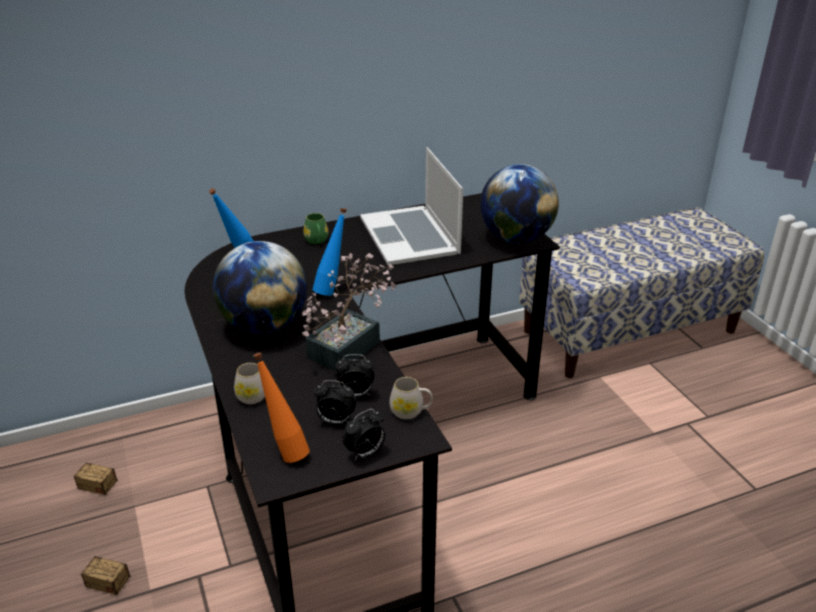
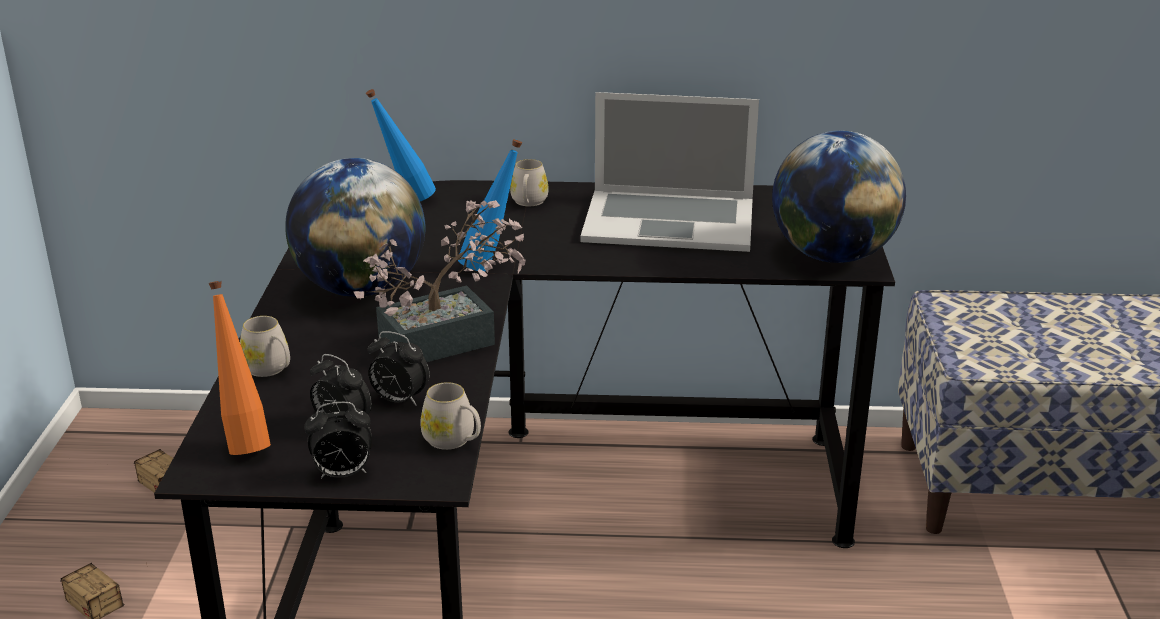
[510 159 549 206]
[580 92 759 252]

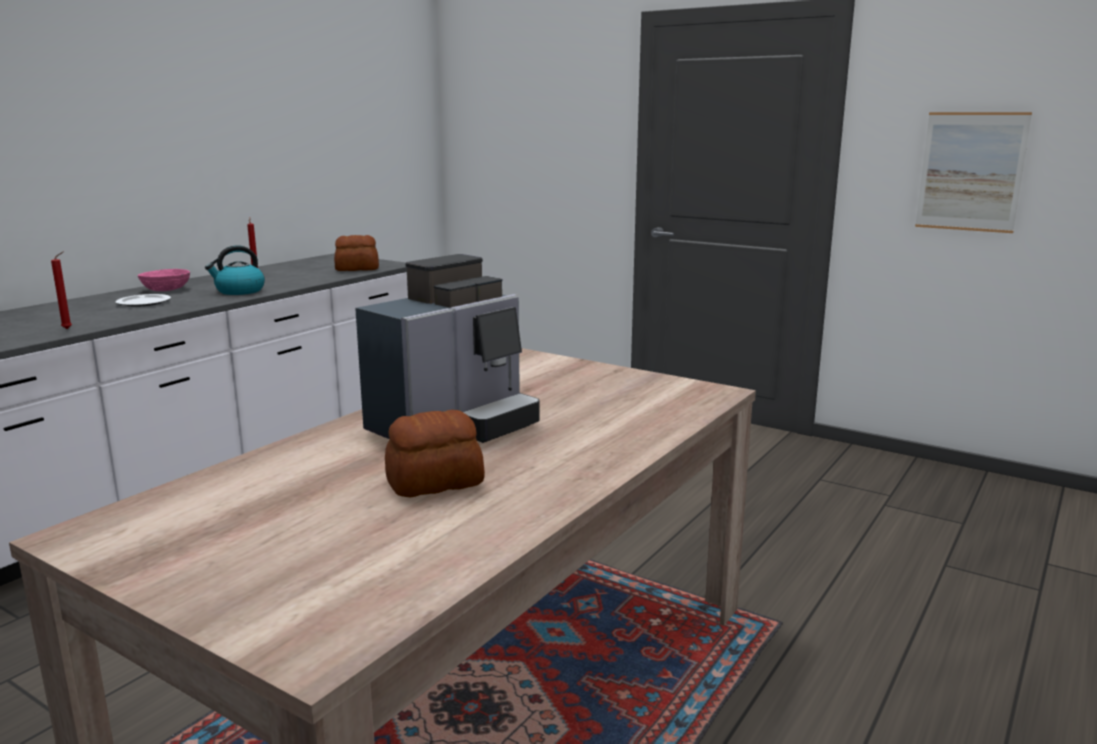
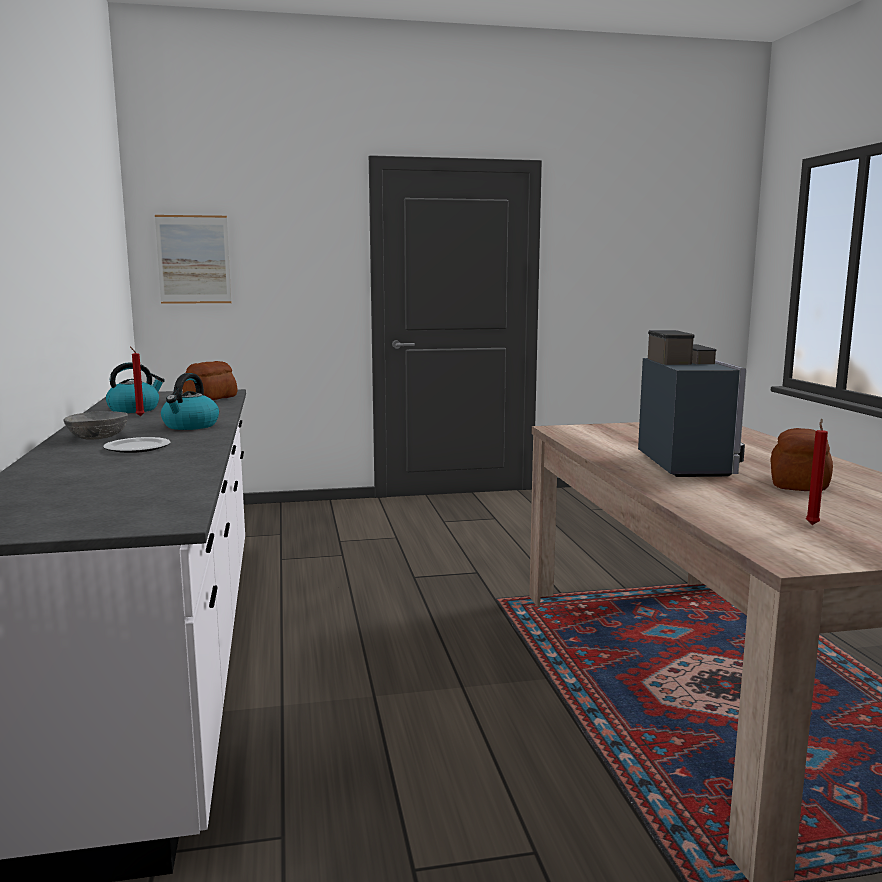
[806 419 828 525]
[64 411 128 440]
[155 215 231 304]
[106 362 165 413]

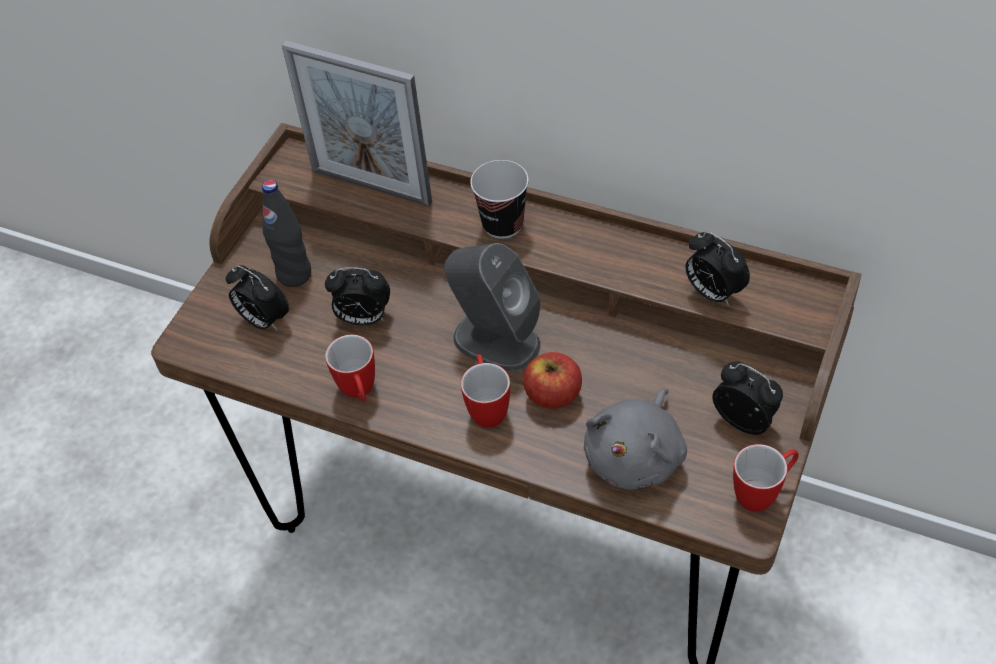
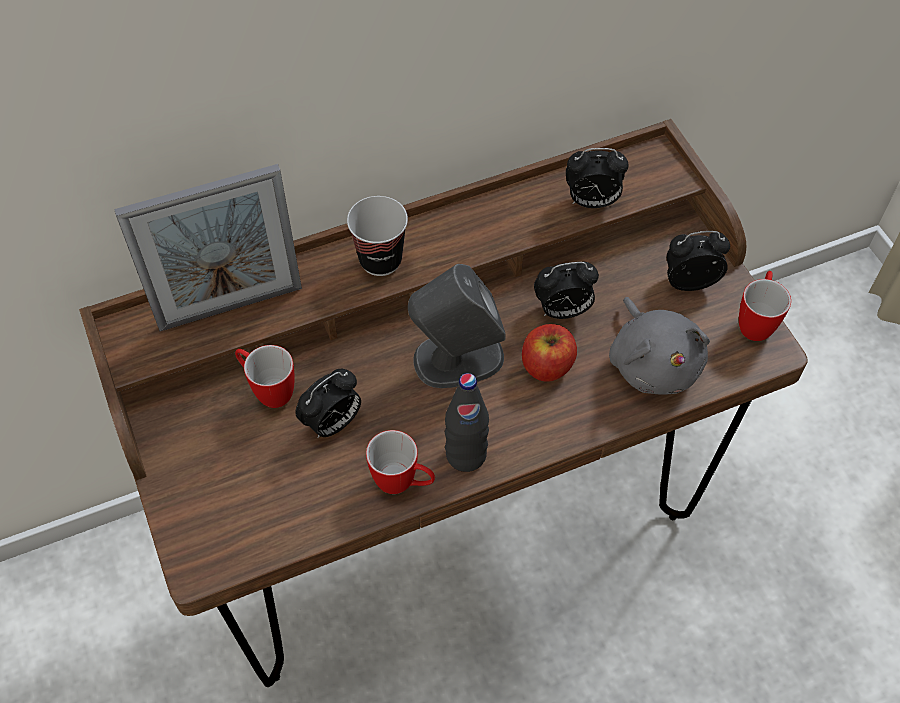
[534 262 599 319]
[445 373 489 472]
[235 345 295 408]

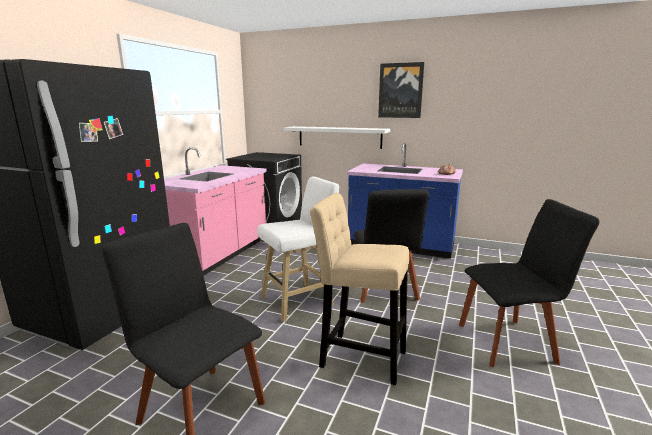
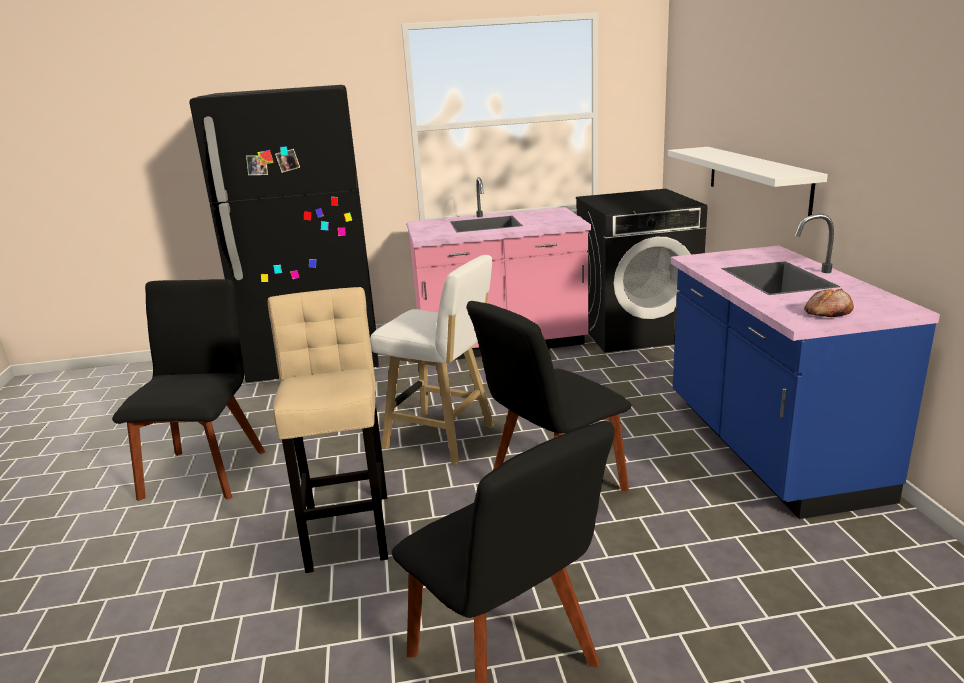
[378 62 424 118] (first image)

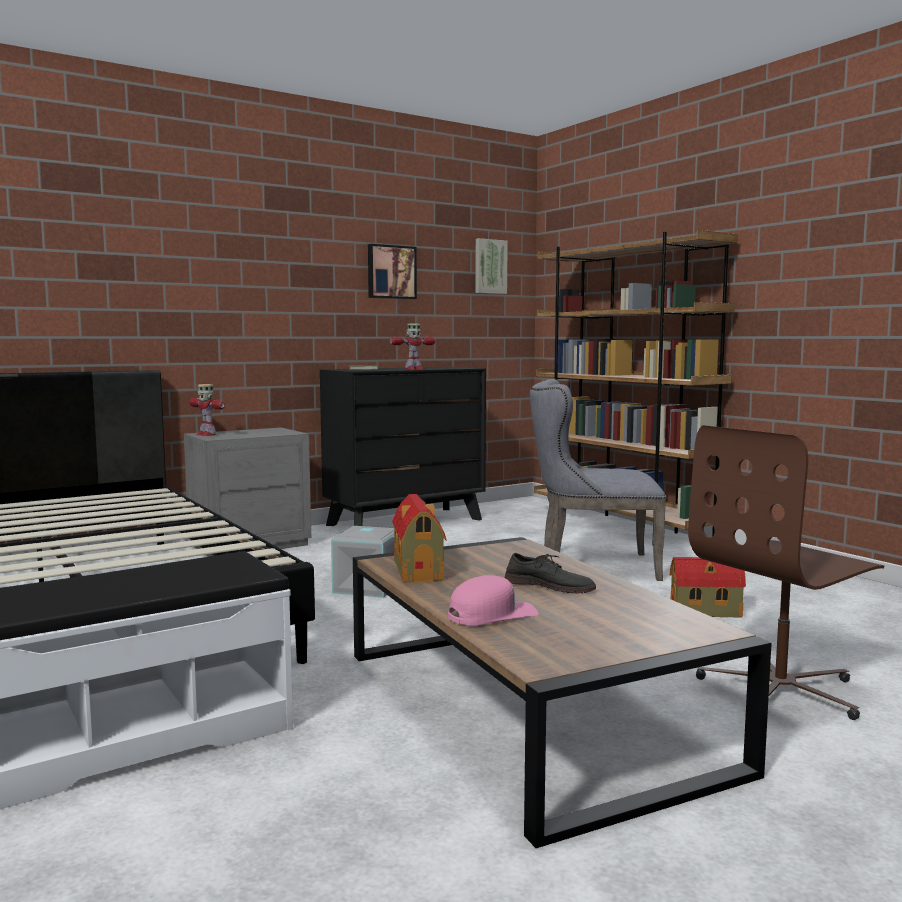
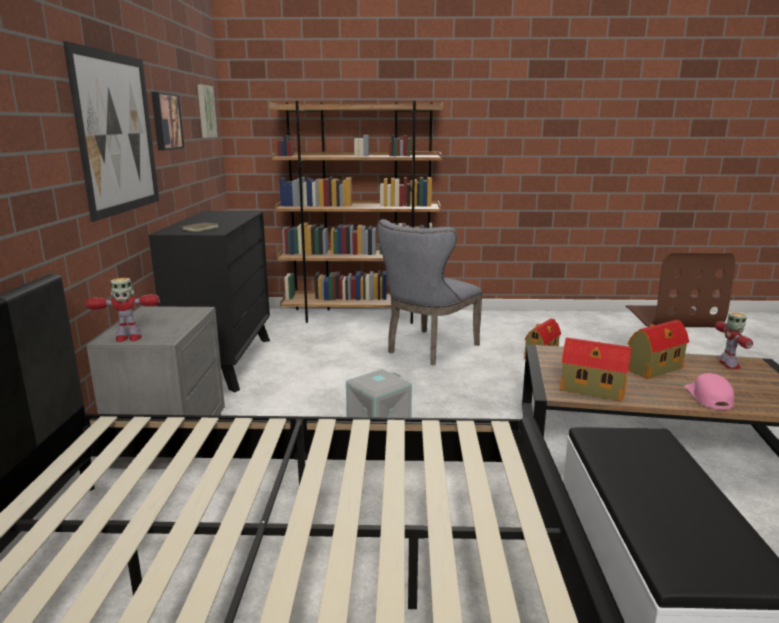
[715 312 753 369]
[627 320 689 379]
[63 41 159 222]

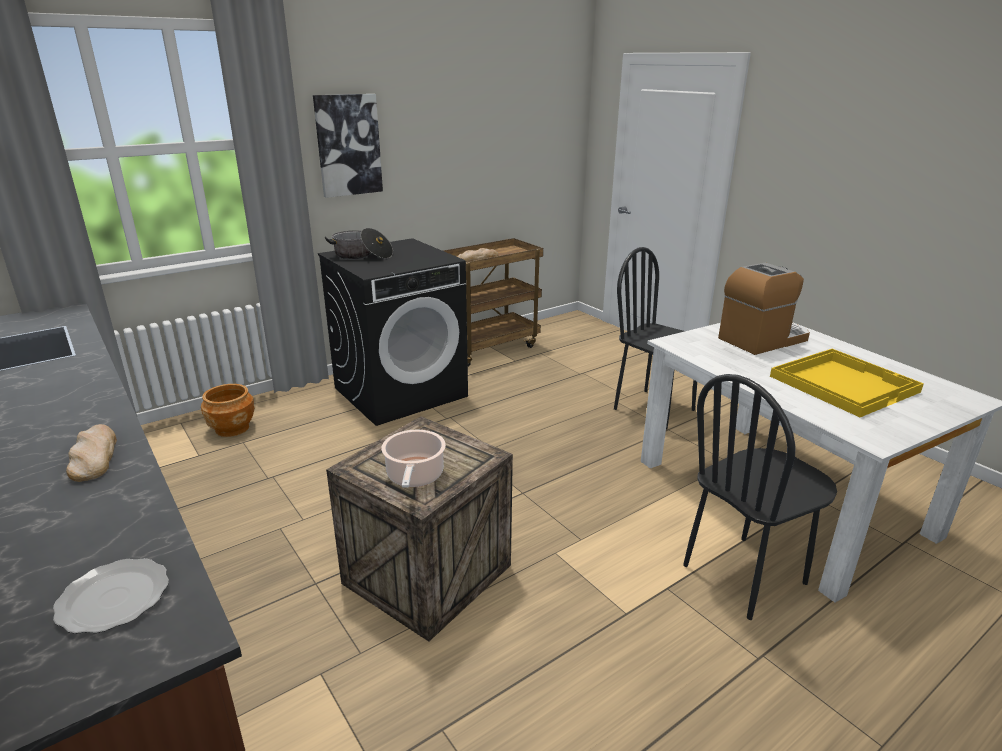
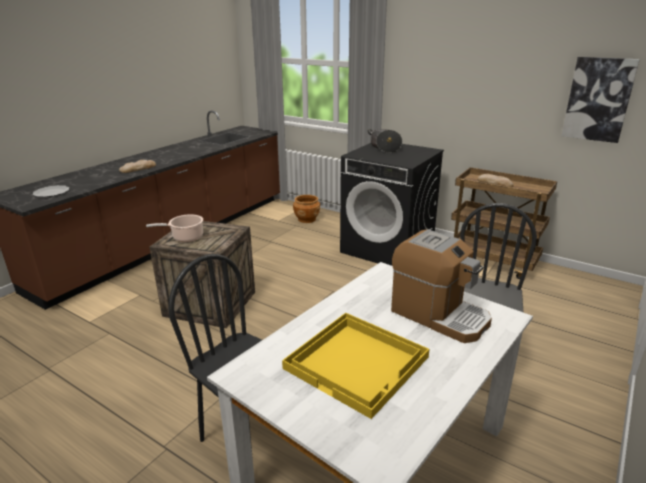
[561 57 640 143]

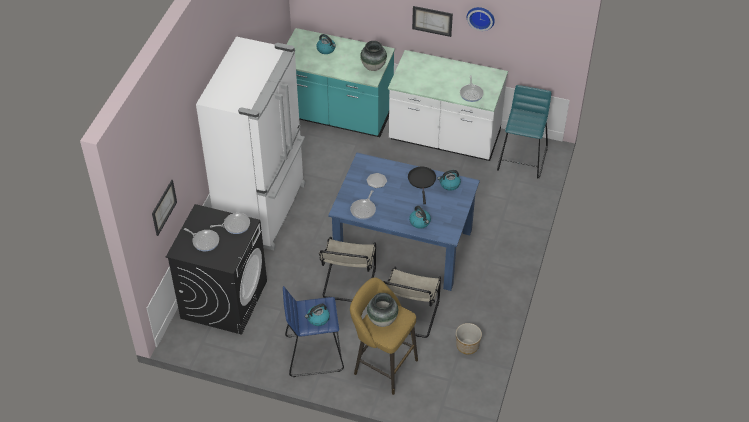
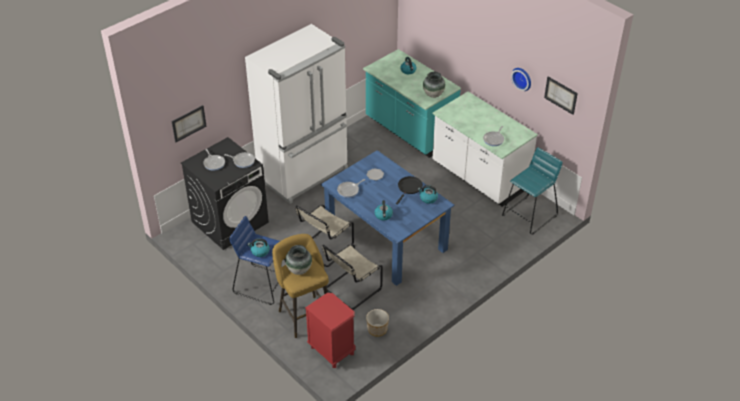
[544 77 578 115]
[305 293 356 368]

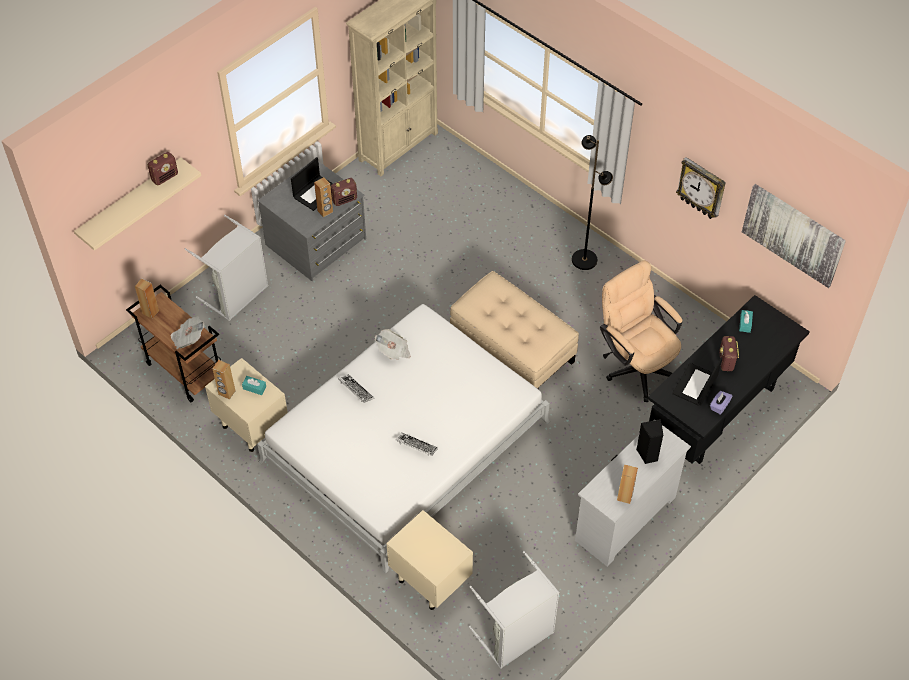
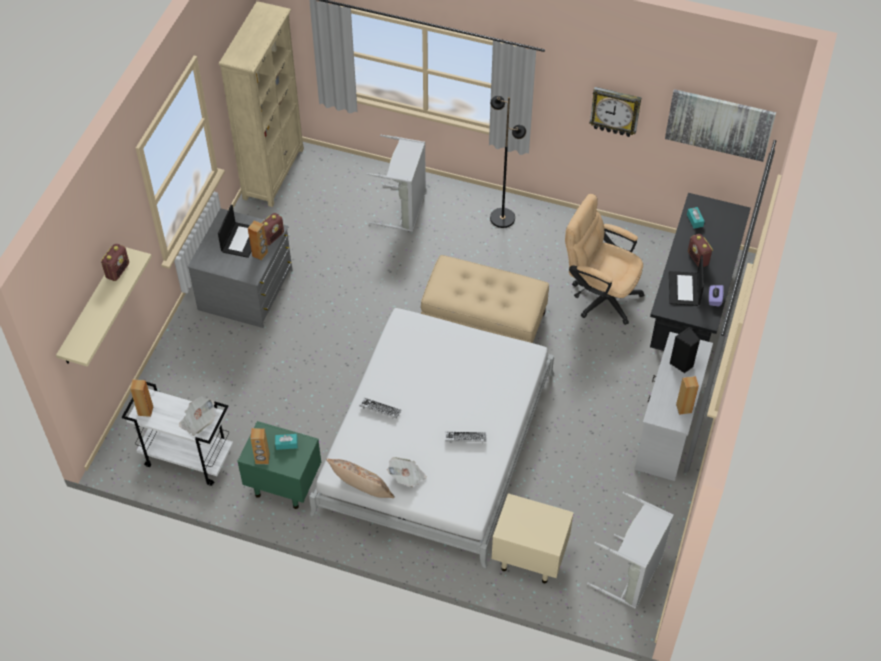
[122 382 233 486]
[366 135 426 232]
[237 421 321 509]
[387 457 427 487]
[326 459 395 498]

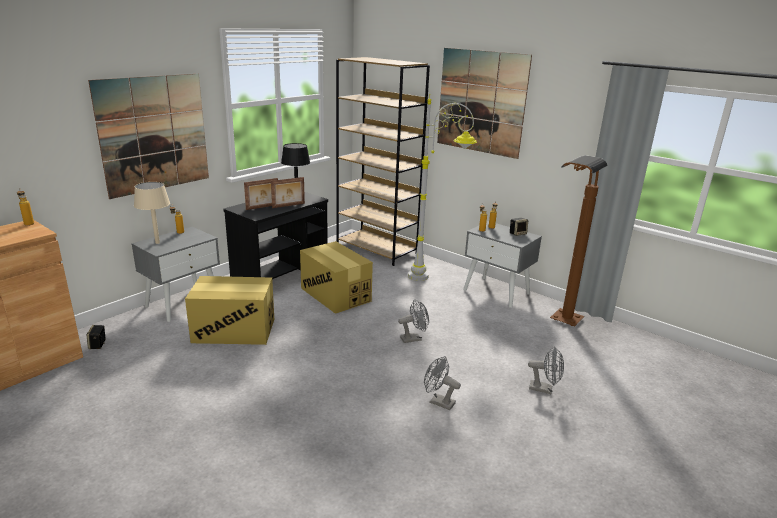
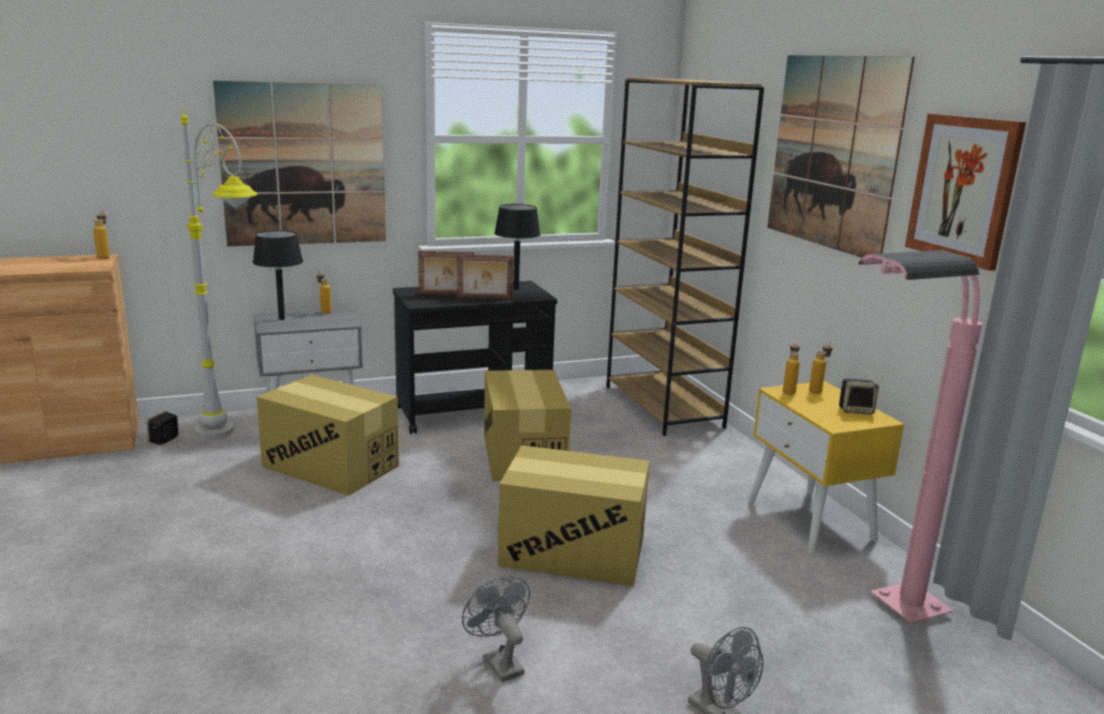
[253 230 303 320]
[498 445 650 586]
[181 107 257 440]
[748 381 905 554]
[858 250 982 623]
[905 114 1026 271]

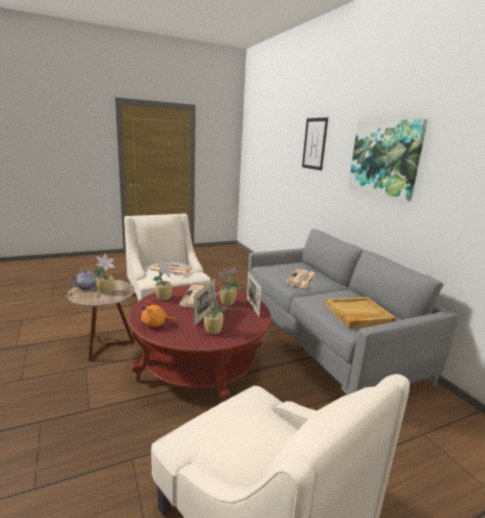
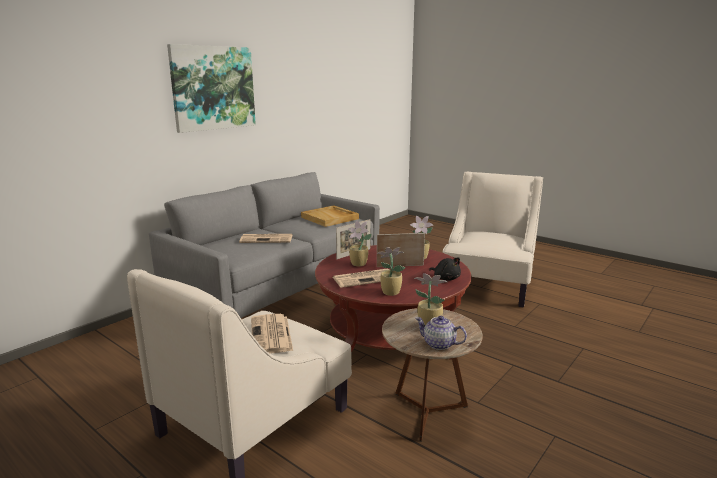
[429 257 461 281]
[302 117 328 171] (first image)

